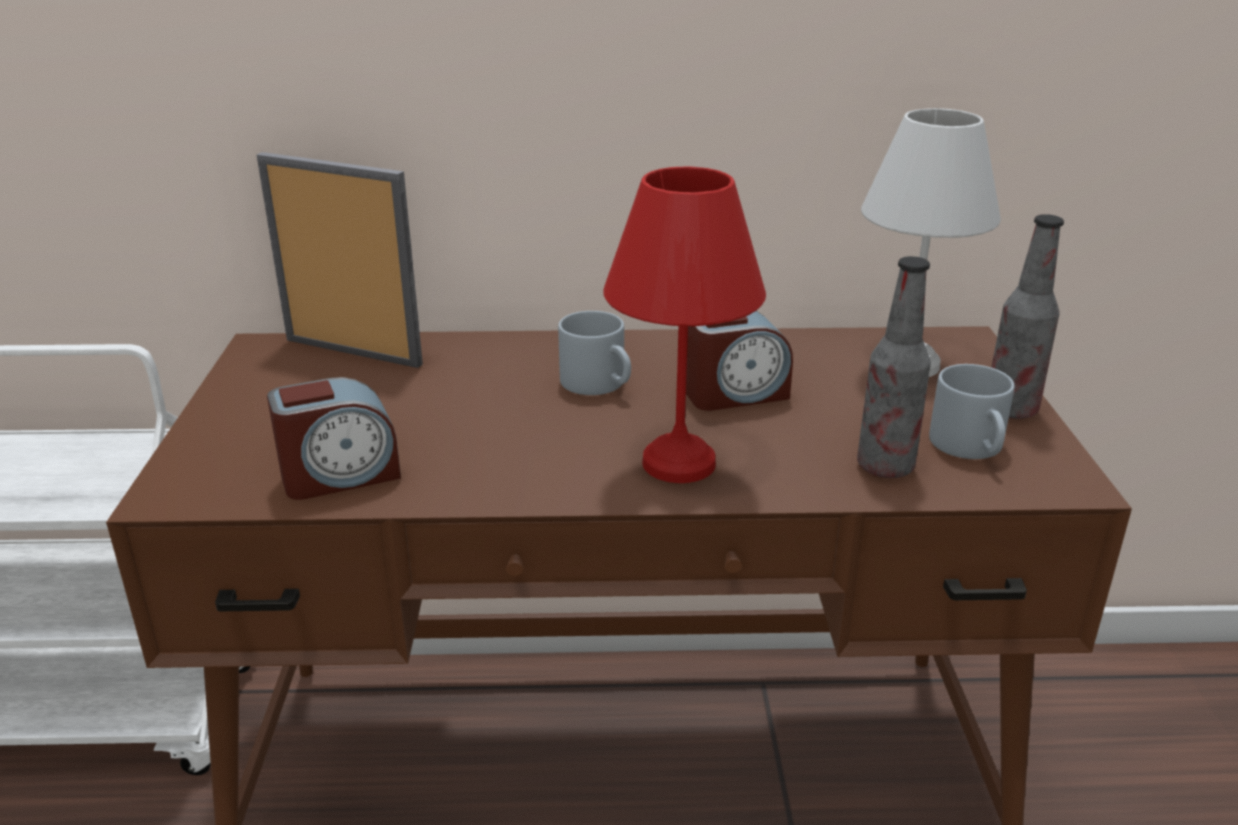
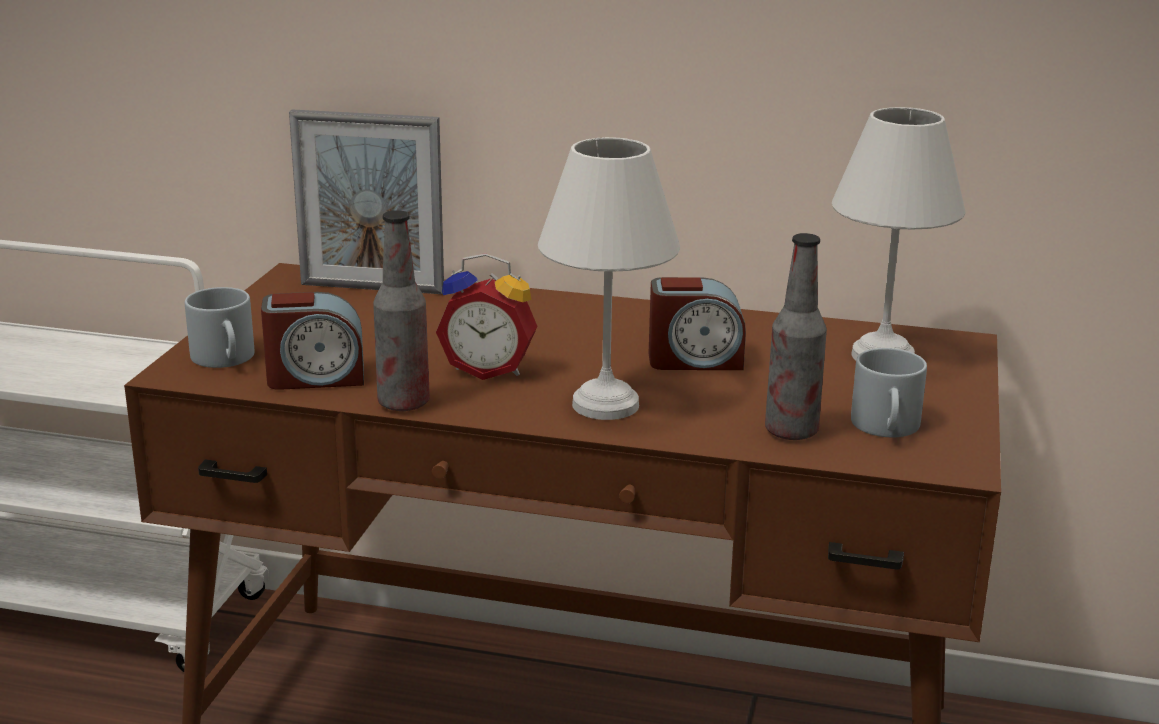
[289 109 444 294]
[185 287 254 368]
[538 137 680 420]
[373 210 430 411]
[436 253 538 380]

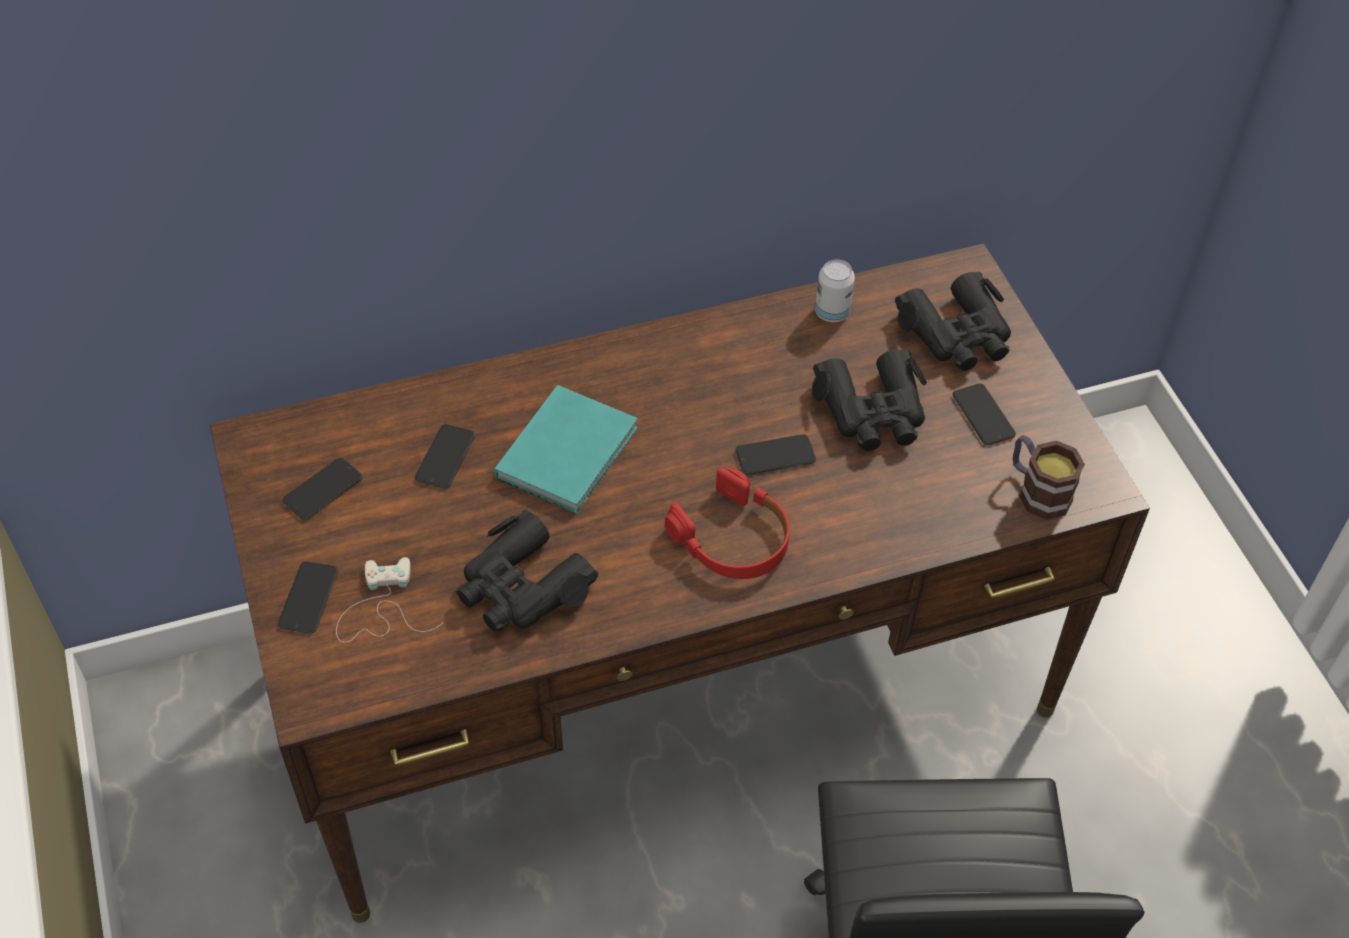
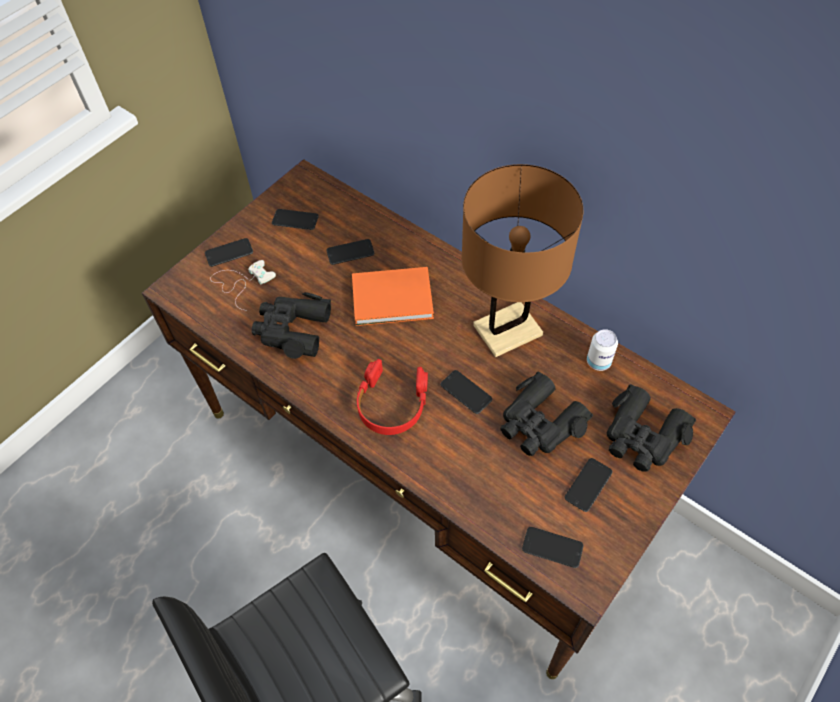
[352 267 434 326]
[522 527 583 568]
[462 164 584 357]

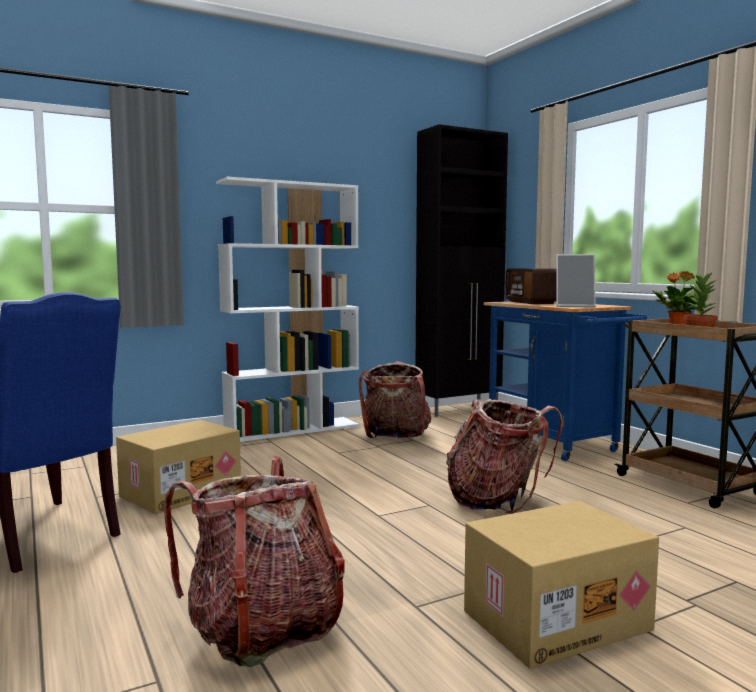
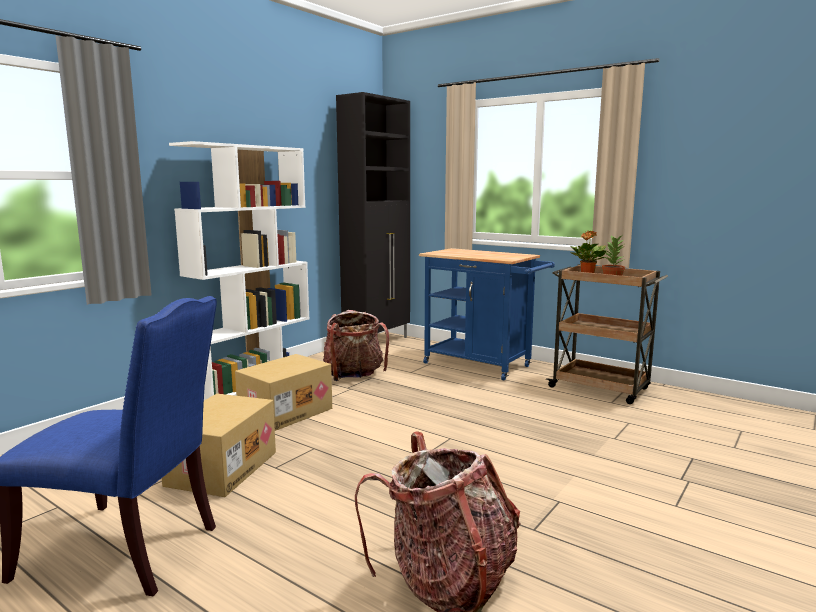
[446 399 563 514] (first image)
[235 354 332 431]
[505 269 556 304] (first image)
[556 254 595 307] (first image)

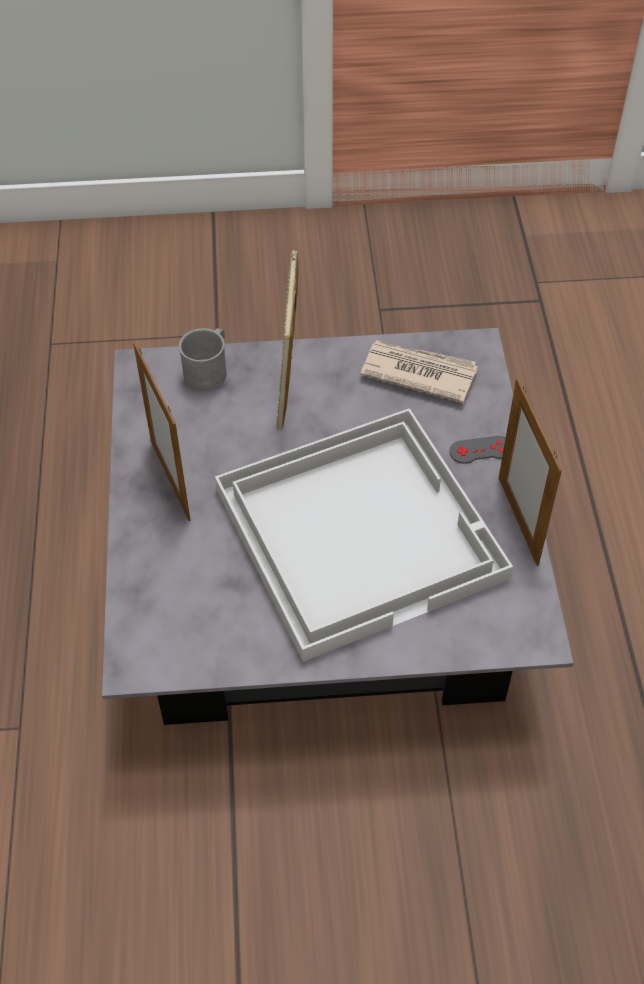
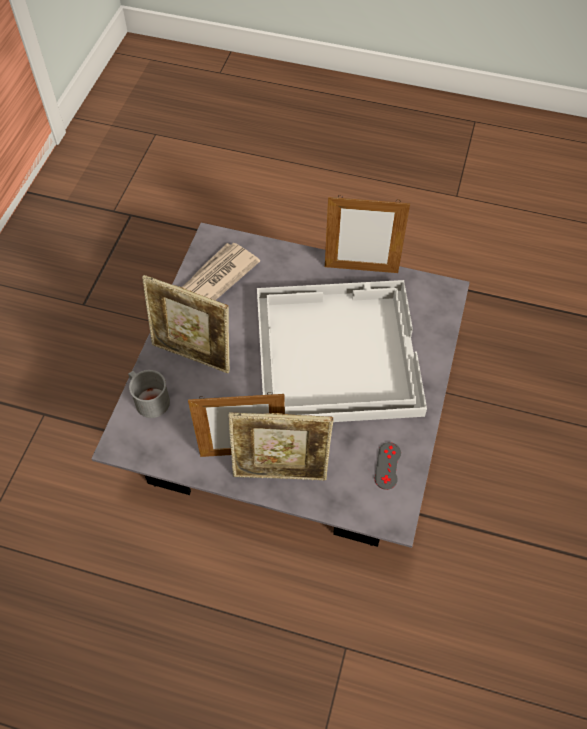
[375 442 401 490]
[229 413 333 481]

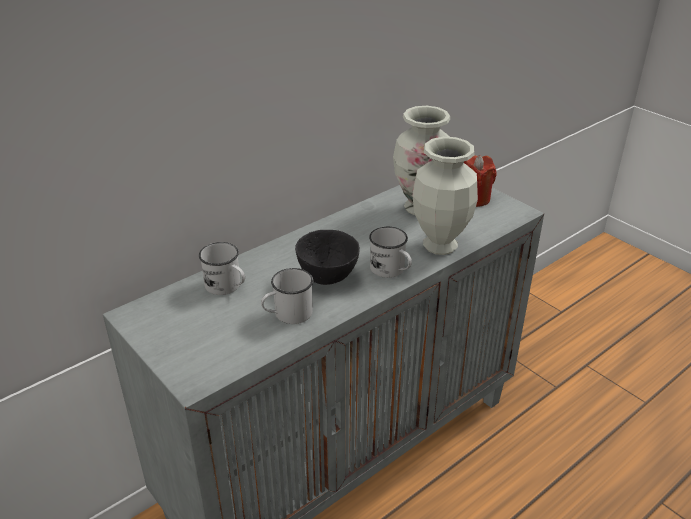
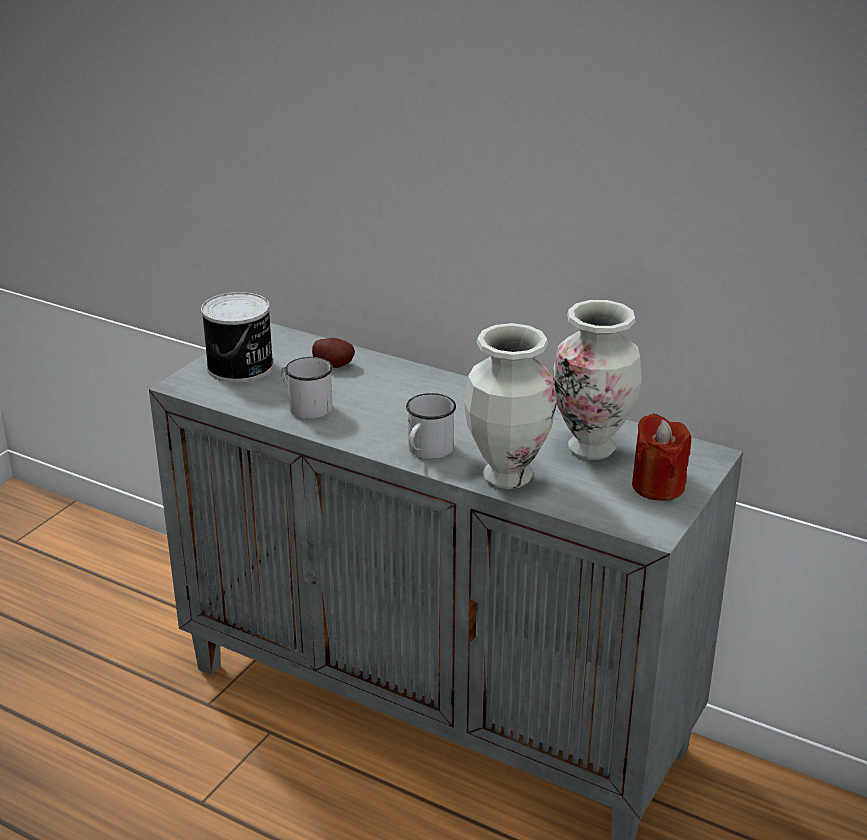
[312 338 355 368]
[295 230 360 285] (first image)
[201 292 274 383]

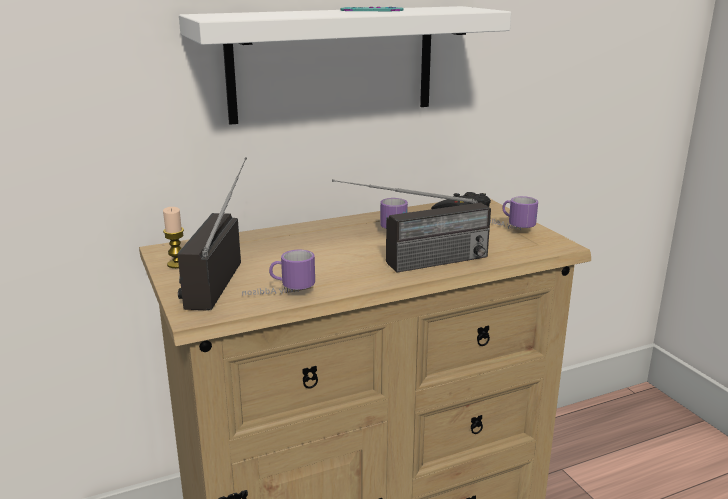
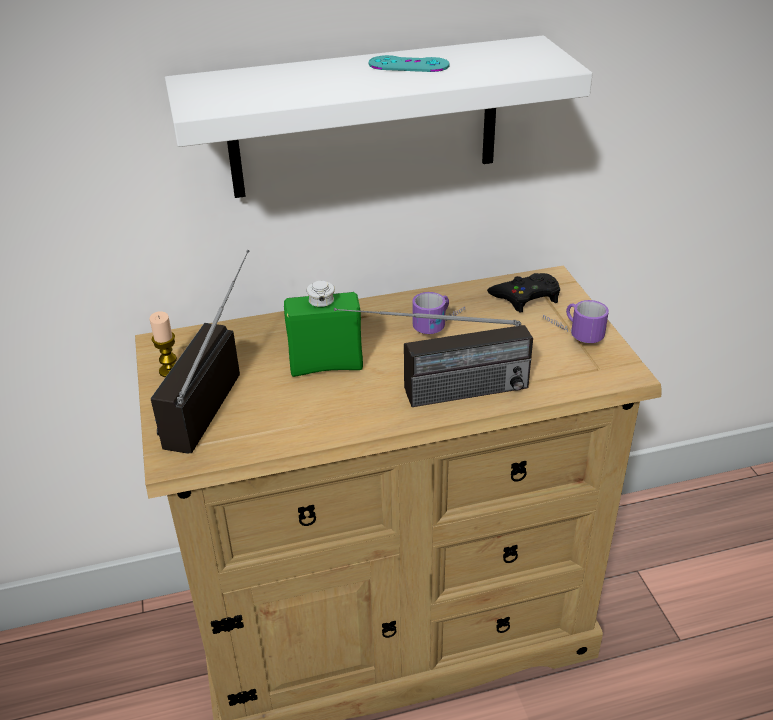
[242 250 315 296] (first image)
[284 281 363 377]

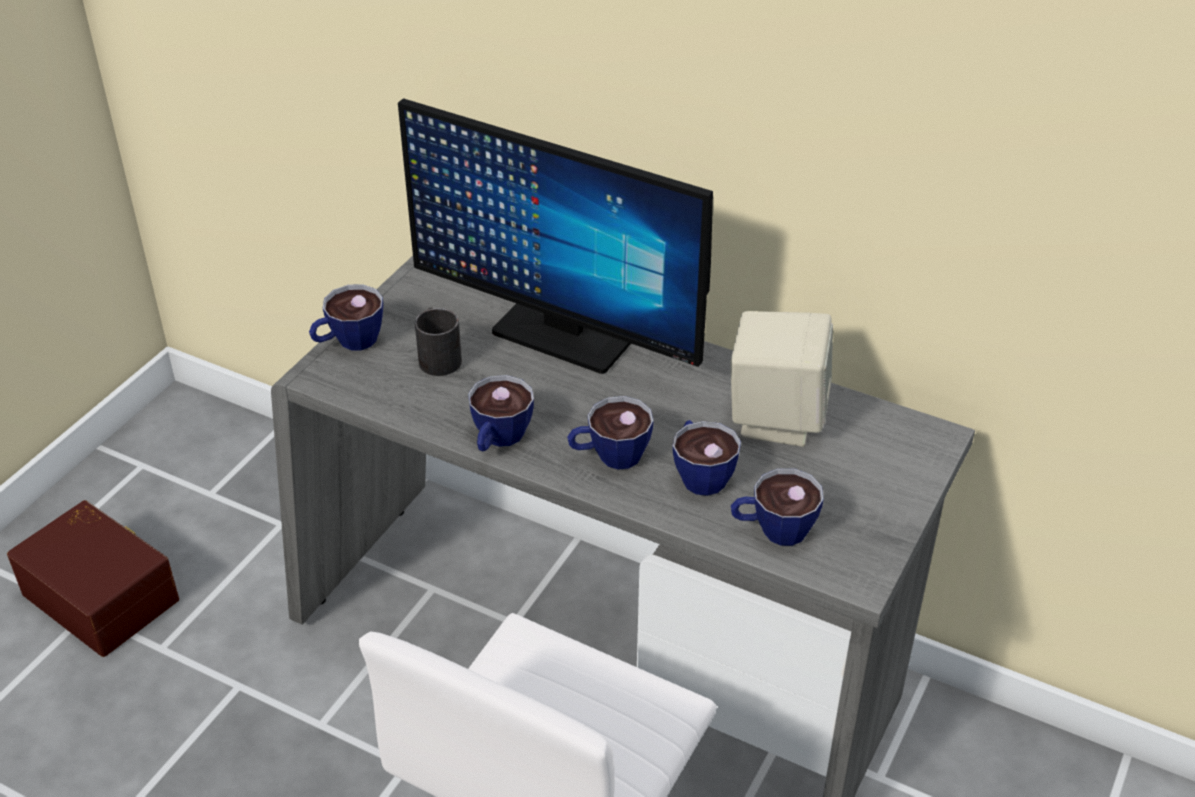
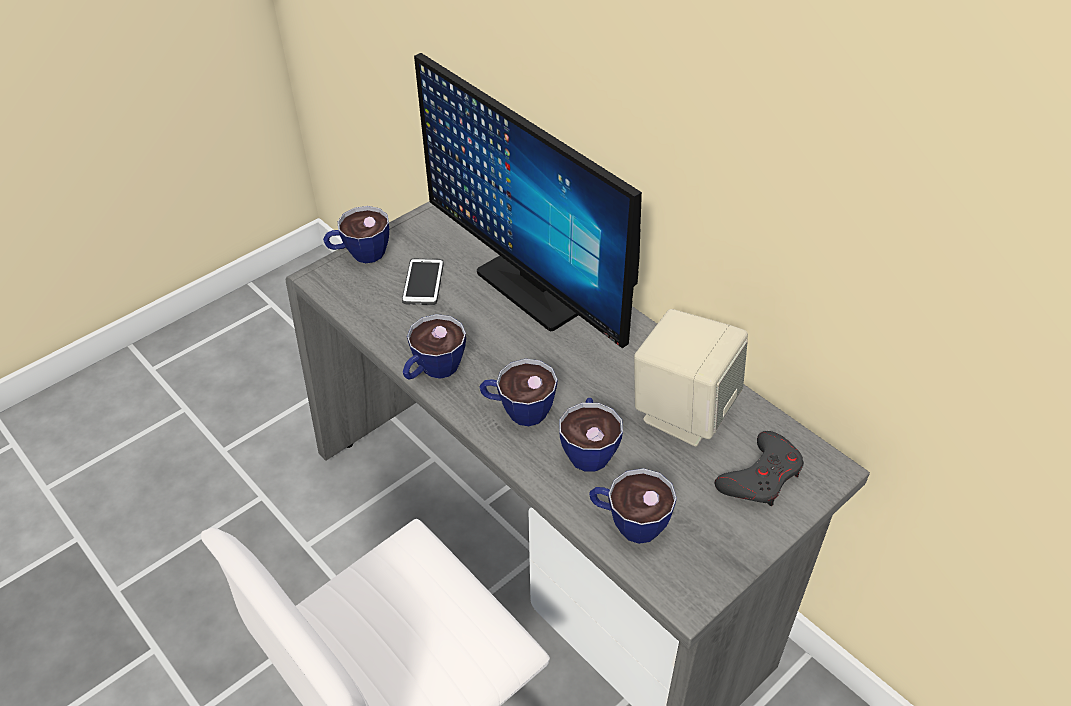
[7 500 179 657] (first image)
[402 258 444 305]
[715 431 804 506]

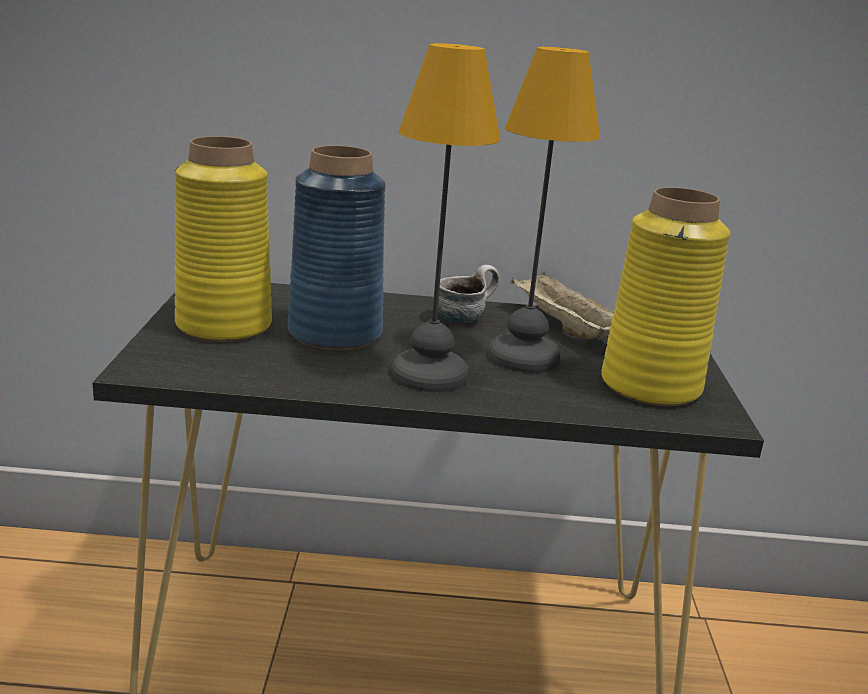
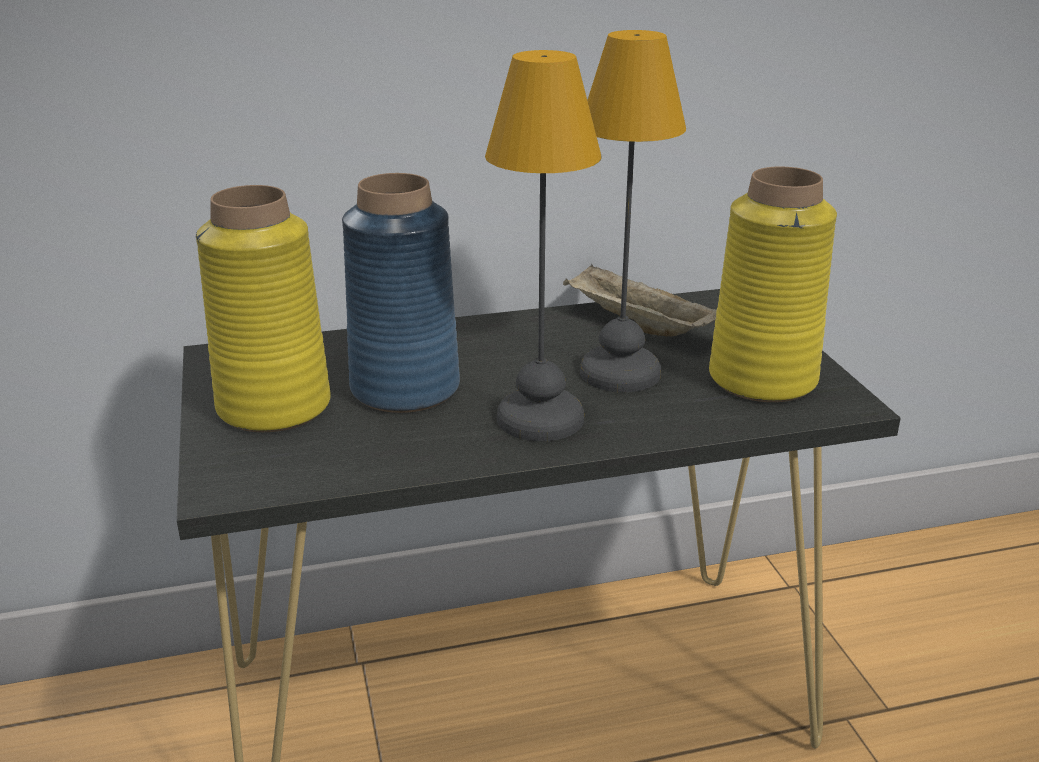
[438 265 500 323] (first image)

